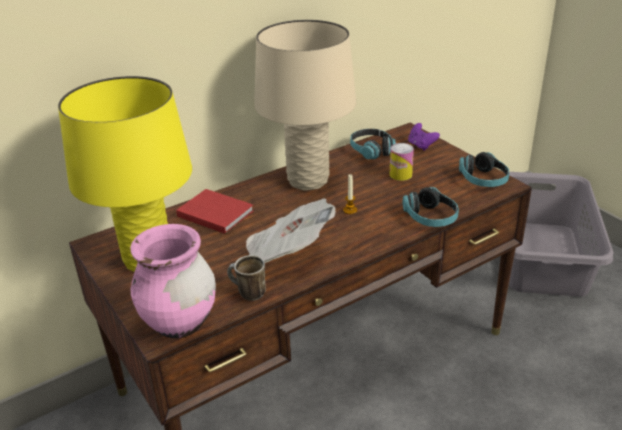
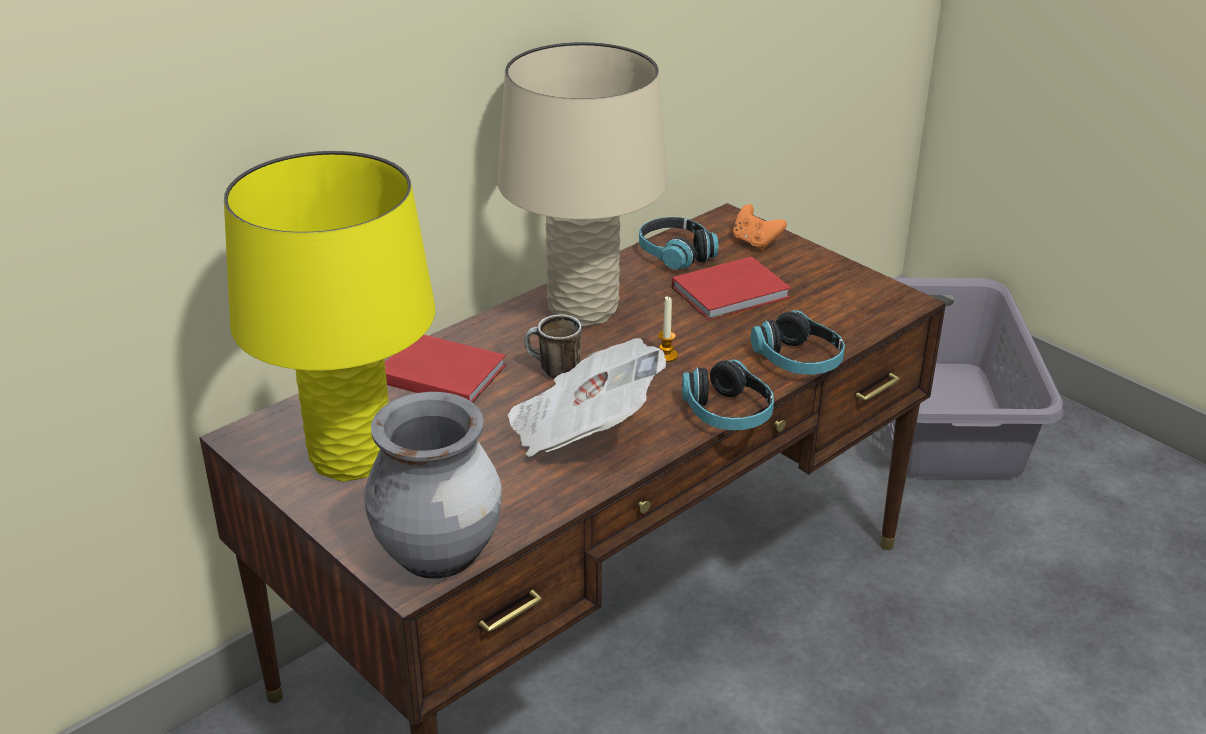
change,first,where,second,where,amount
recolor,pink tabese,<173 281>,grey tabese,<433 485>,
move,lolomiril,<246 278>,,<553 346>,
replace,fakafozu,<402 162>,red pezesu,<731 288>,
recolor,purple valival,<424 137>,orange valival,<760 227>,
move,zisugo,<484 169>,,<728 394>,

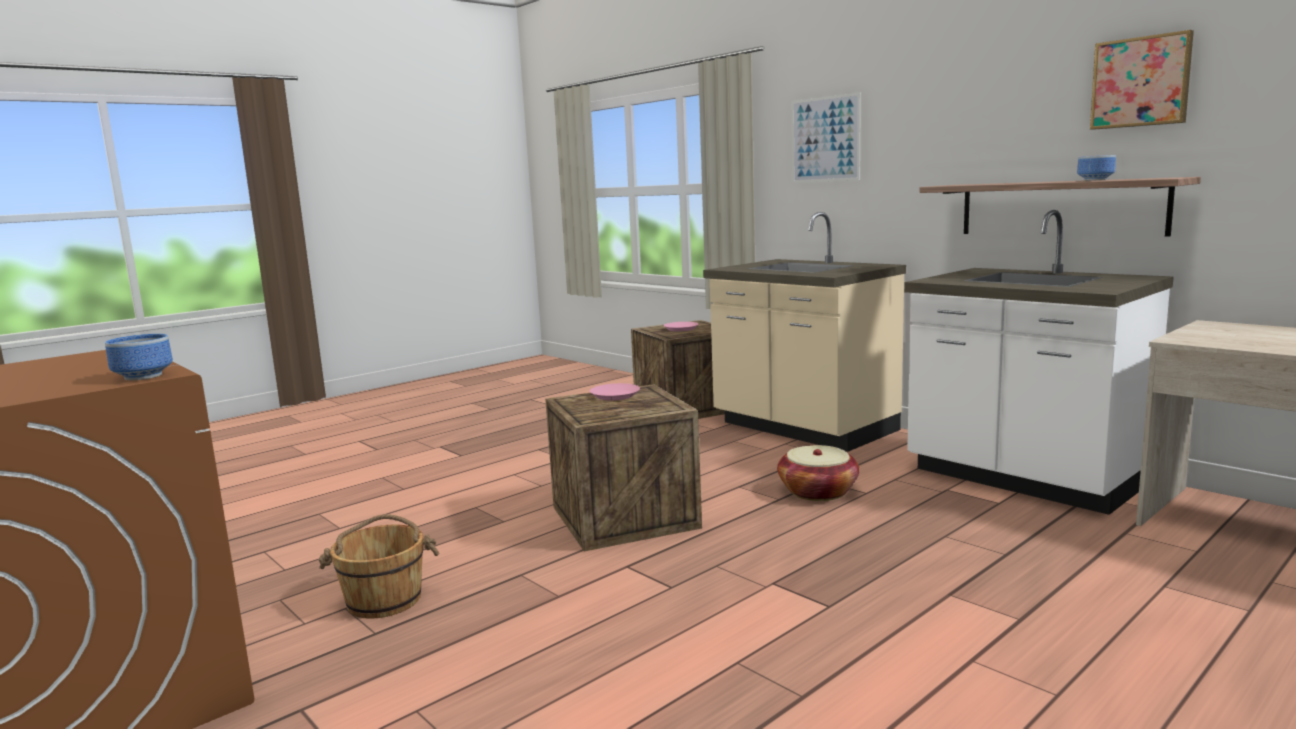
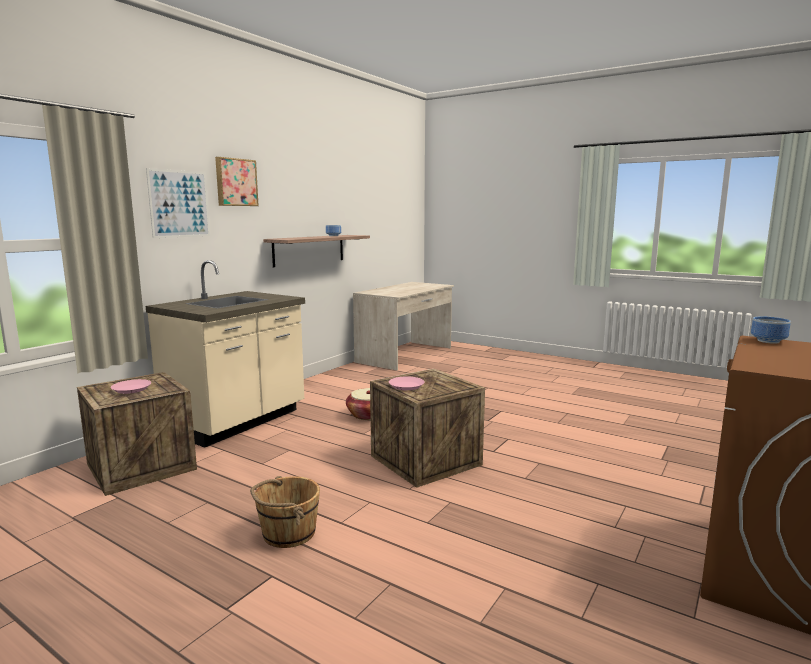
change,first,where,second,where,amount
move,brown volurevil,<379 566>,,<285 512>,
delete,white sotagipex,<1039 362>,,,
move,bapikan,<1142 80>,,<237 181>,

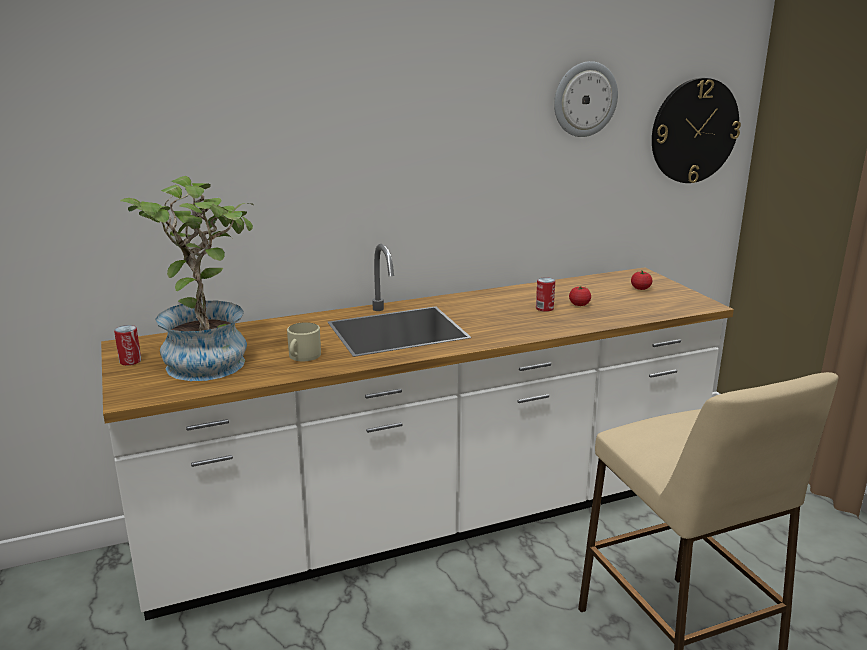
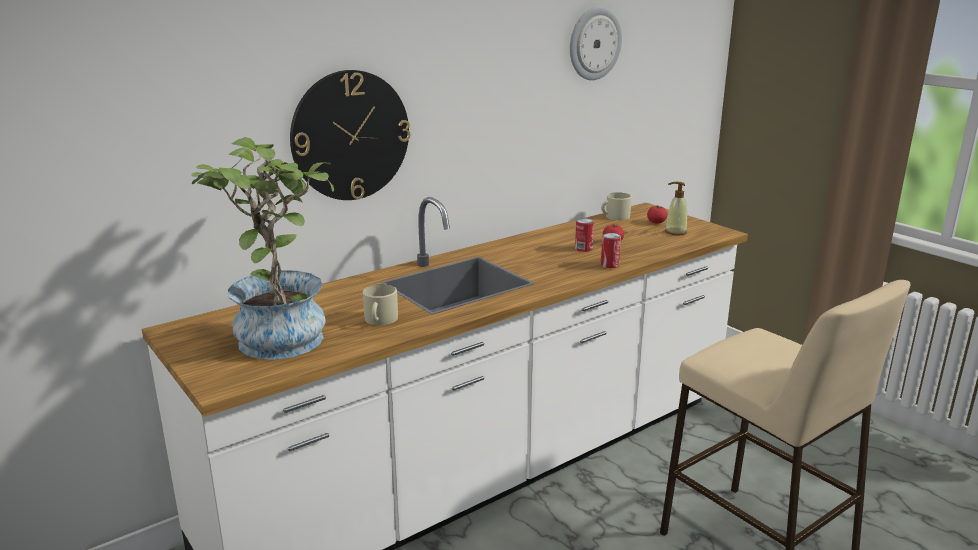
change,first,where,second,where,amount
move,fakafozu,<127 345>,,<611 250>,
move,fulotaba,<696 130>,,<350 135>,
insert,,,beige lolomiril,<616 206>,
insert,,,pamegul,<676 208>,

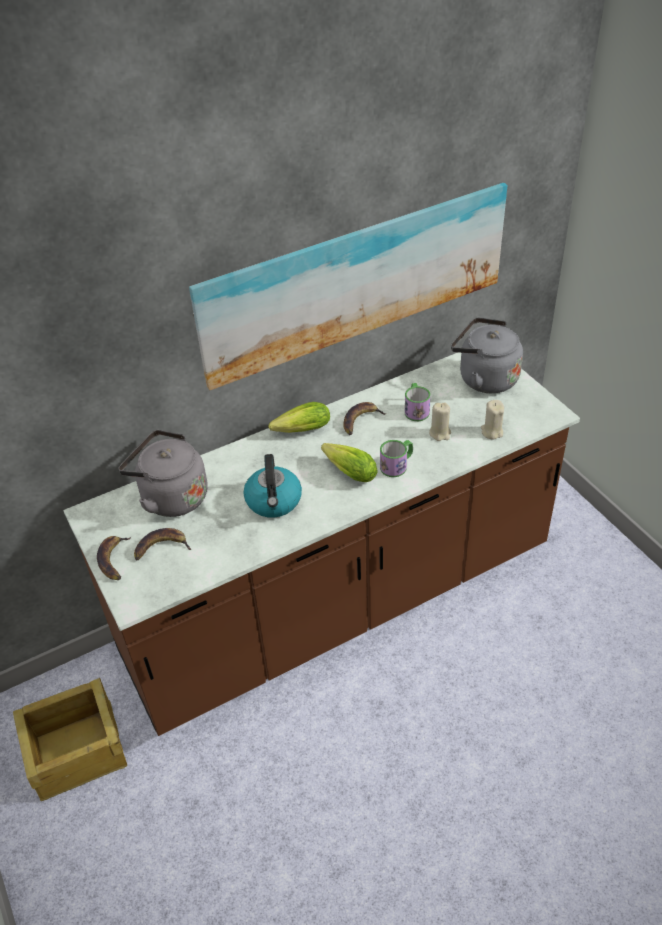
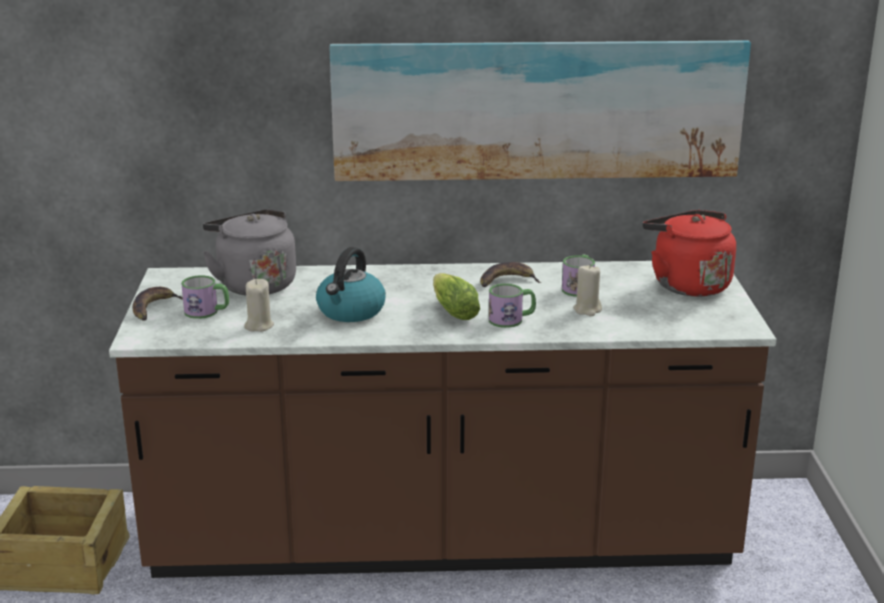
change,first,where,second,where,amount
replace,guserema,<163 544>,lolomiril,<205 297>,
delete,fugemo,<299 417>,,,
recolor,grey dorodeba,<487 355>,red dorodeba,<689 253>,
move,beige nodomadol,<492 419>,,<259 305>,

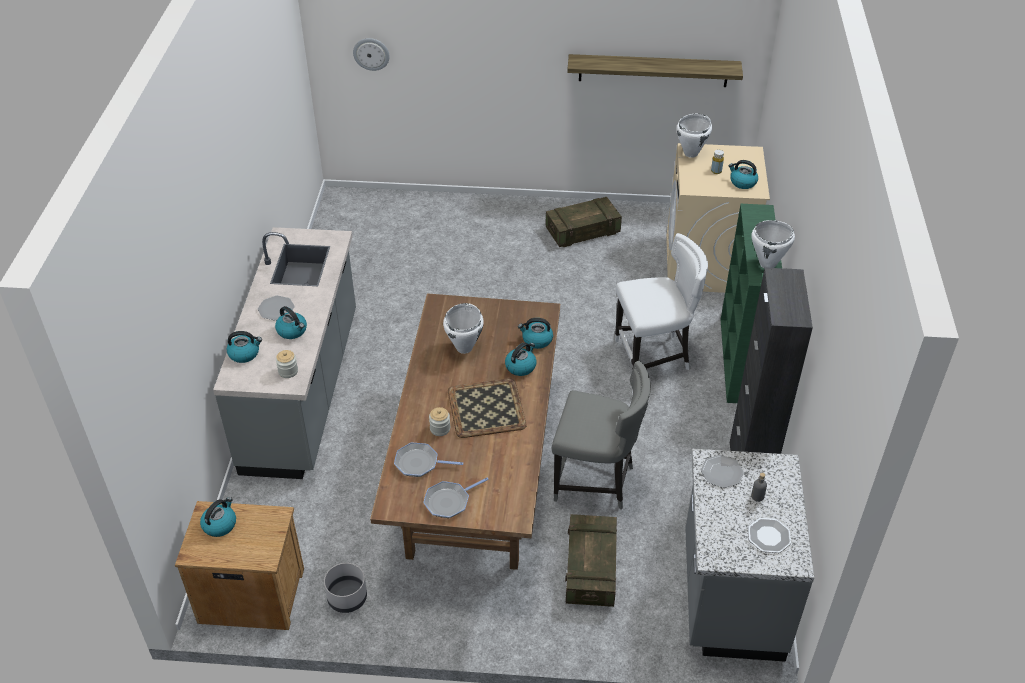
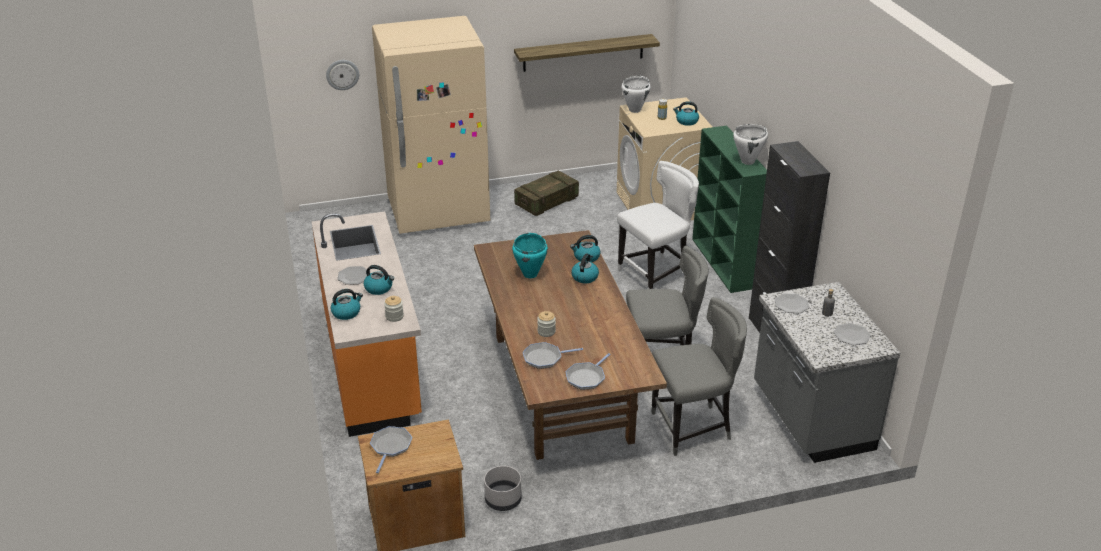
change,first,where,second,where,amount
replace,dorodeba,<218 517>,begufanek,<391 449>,
recolor,grey sotagipex,<284 353>,orange sotagipex,<367 324>,
recolor,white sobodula,<463 328>,turquoise sobodula,<530 255>,
delete,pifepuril,<487 408>,,,
replace,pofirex,<591 560>,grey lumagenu,<699 376>,
insert,,,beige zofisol,<431 125>,

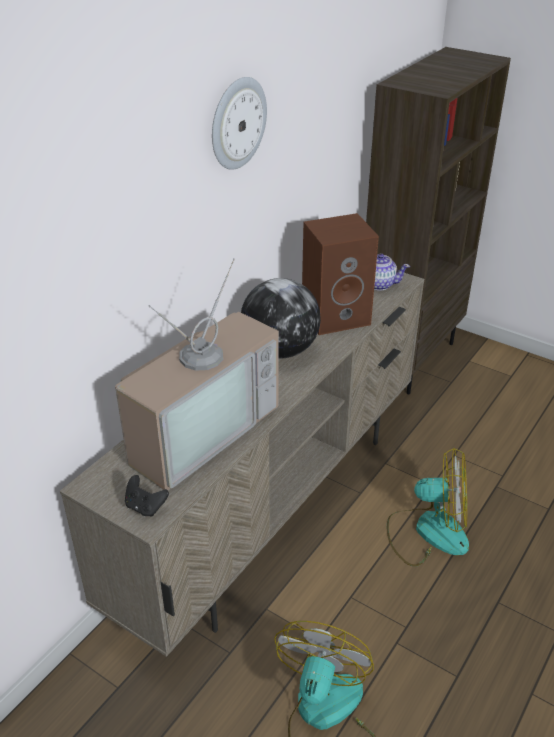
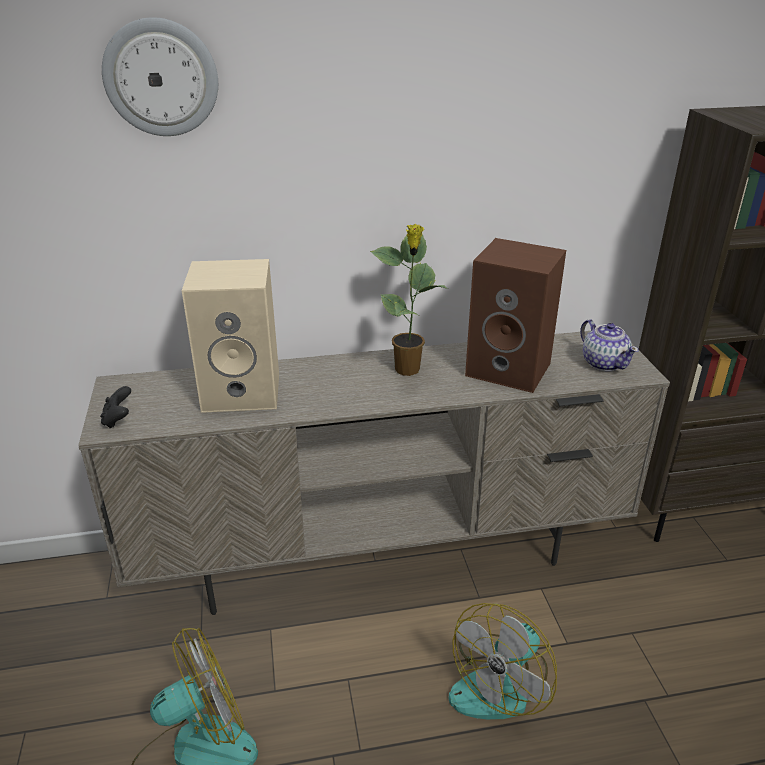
change,first,where,second,where,amount
replace,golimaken,<197 374>,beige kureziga,<230 336>,
move,fulotaba,<239 123>,,<160 76>,
replace,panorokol,<281 318>,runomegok,<409 300>,
rotate,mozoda,<428 507>,,<503 661>,75 degrees clockwise

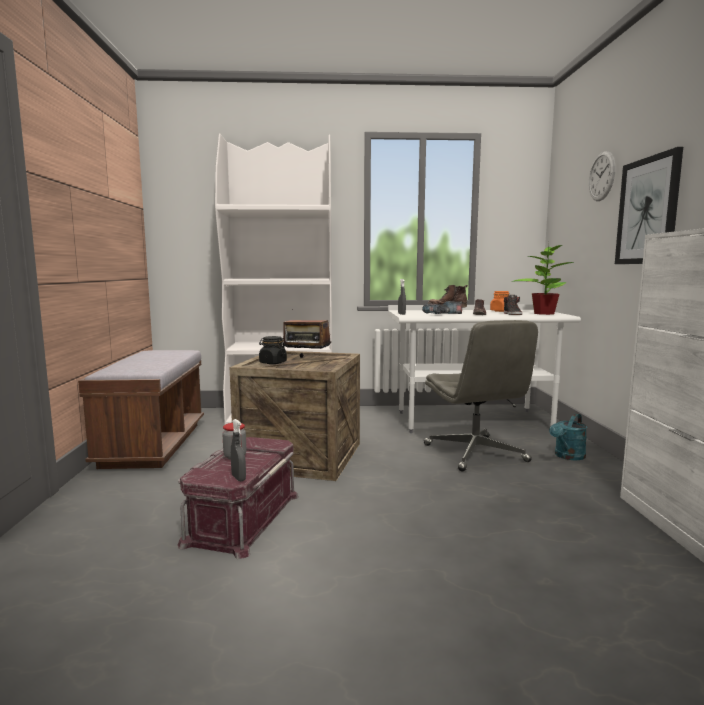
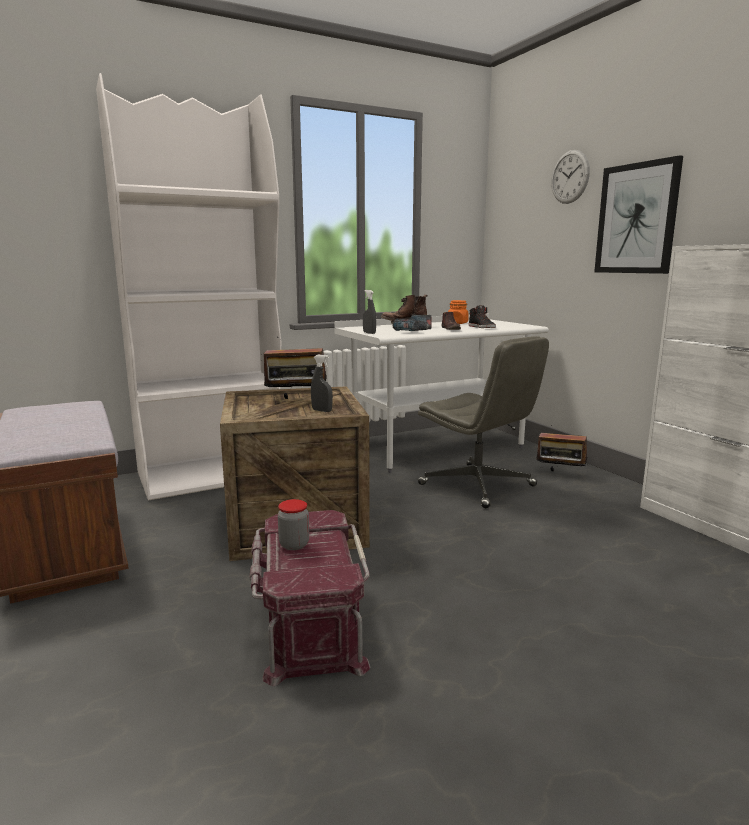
change,first,where,second,where,amount
move,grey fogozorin,<238 450>,,<322 383>,
delete,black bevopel,<273 350>,,,
delete,runomegok,<544 280>,,,
replace,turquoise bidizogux,<568 436>,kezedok,<562 448>,

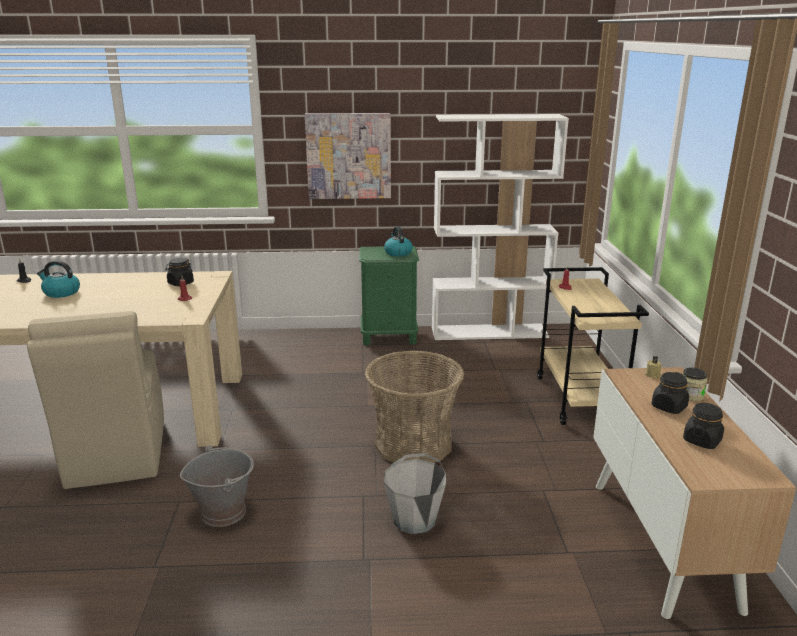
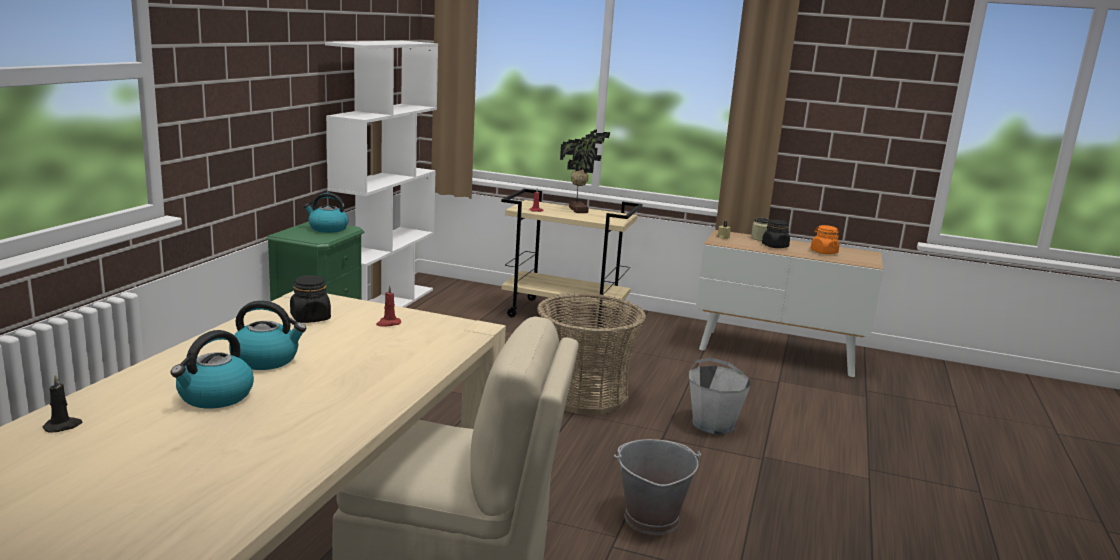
change,first,where,second,where,amount
delete,bapikan,<348 156>,,,
recolor,black bevopel,<703 426>,orange bevopel,<825 239>,
insert,,,dorodeba,<267 335>,
insert,,,runomegok,<585 171>,

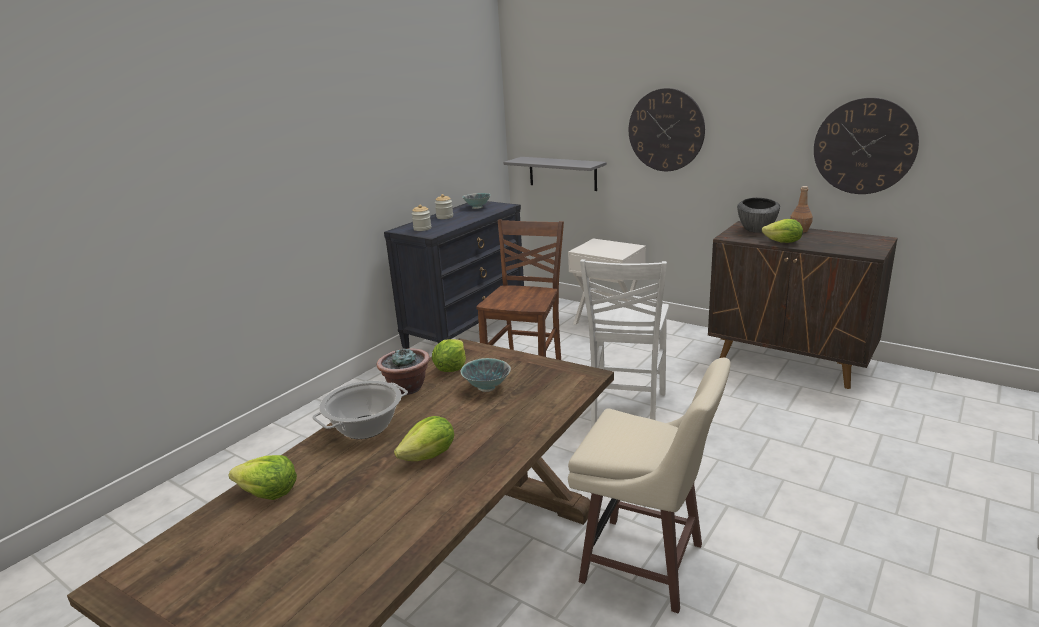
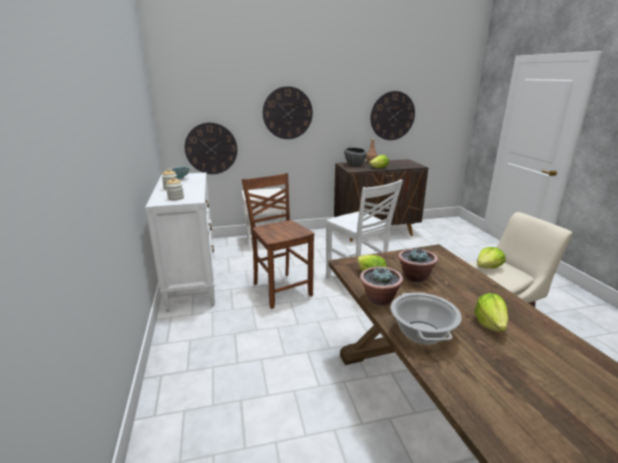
change,first,where,second,where,amount
move,fugemo,<263 477>,,<491 257>,
recolor,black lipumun,<454 275>,white lipumun,<180 242>,
replace,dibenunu,<485 375>,runomegok,<418 265>,
replace,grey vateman,<555 174>,fulotaba,<210 148>,

